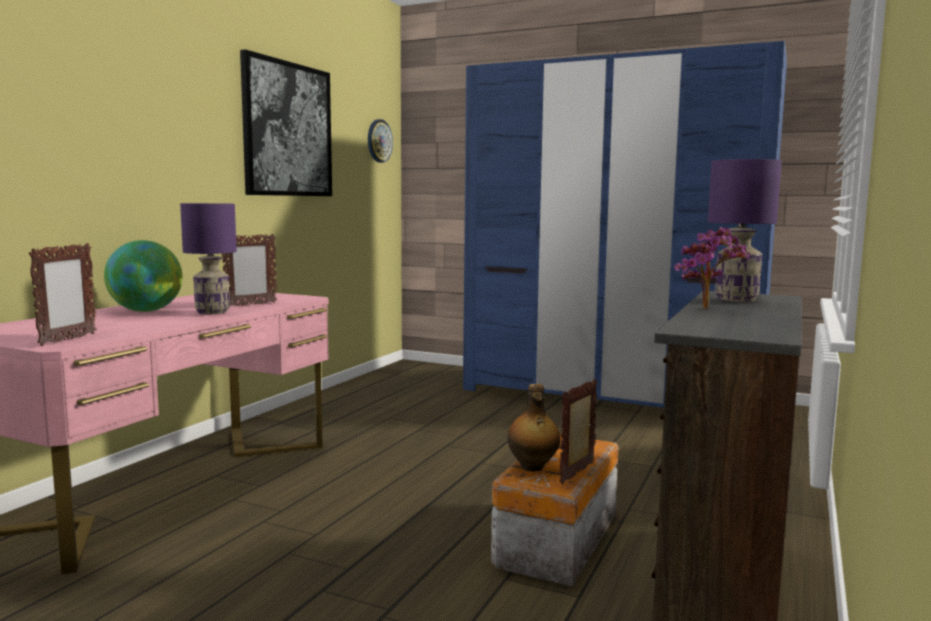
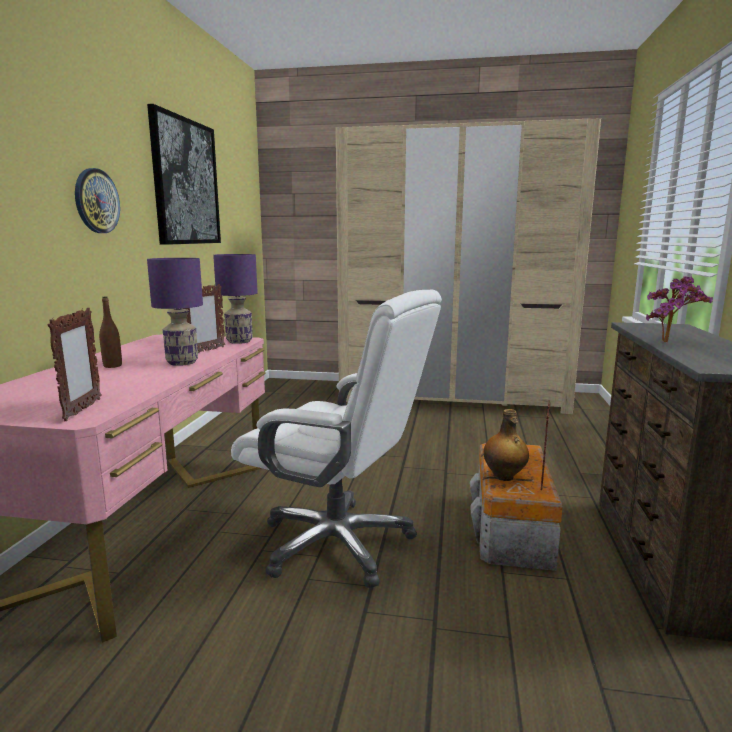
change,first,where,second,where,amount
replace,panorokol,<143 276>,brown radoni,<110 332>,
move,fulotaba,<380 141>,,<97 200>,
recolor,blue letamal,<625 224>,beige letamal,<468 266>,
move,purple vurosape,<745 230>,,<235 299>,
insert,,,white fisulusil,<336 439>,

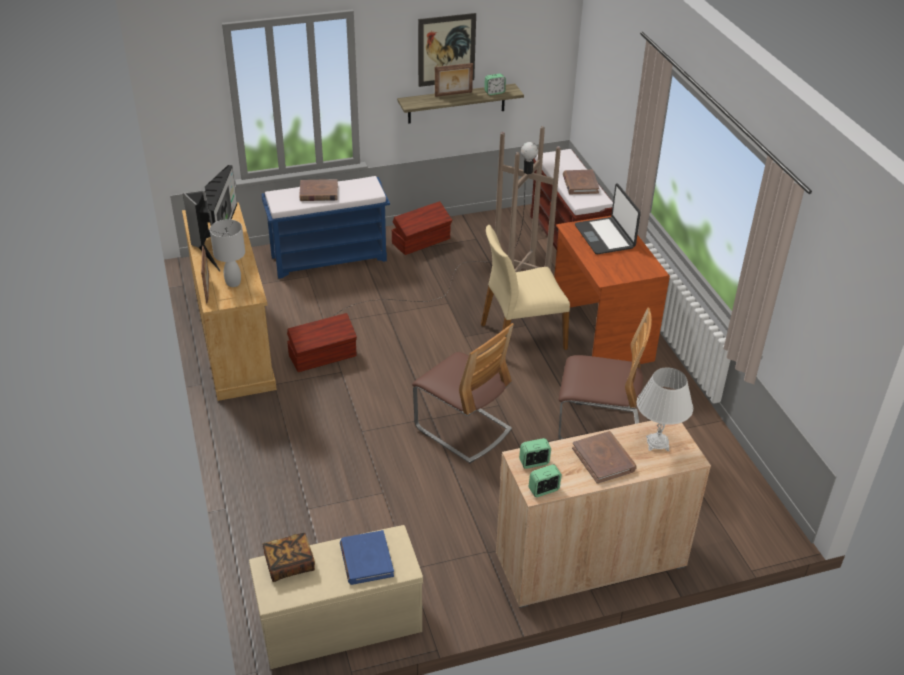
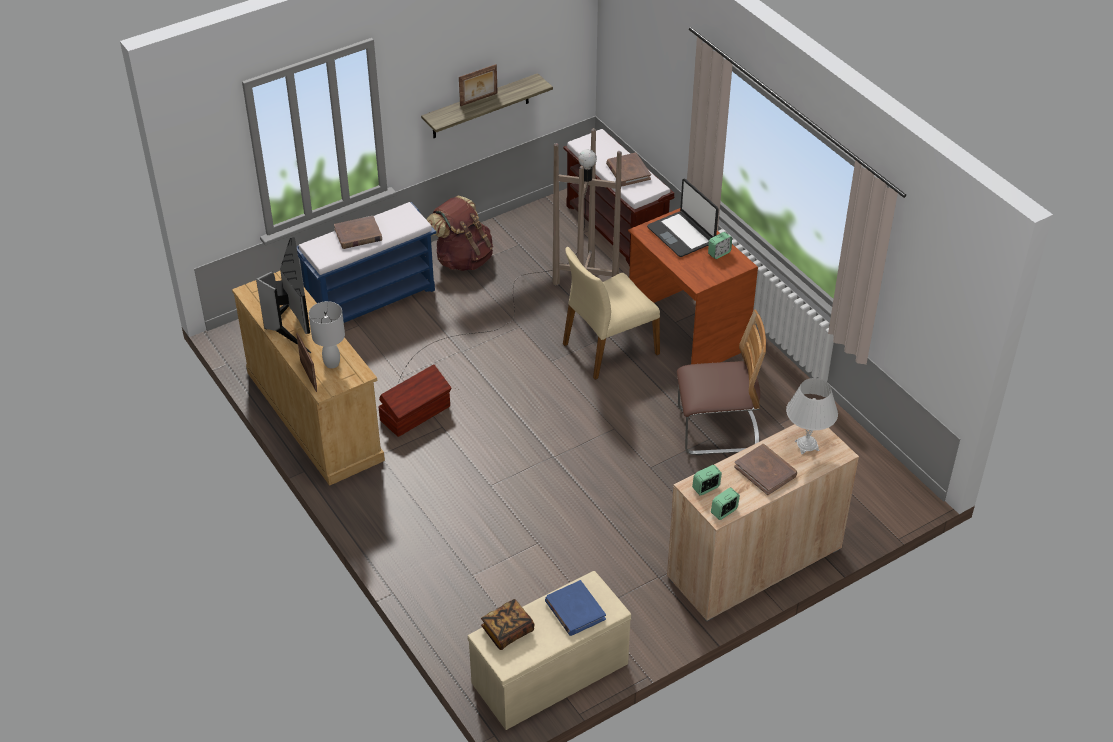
change,first,where,second,where,amount
replace,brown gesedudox,<422 228>,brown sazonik,<460 233>,
delete,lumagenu,<463 393>,,,
delete,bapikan,<447 50>,,,
move,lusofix,<495 84>,,<720 245>,

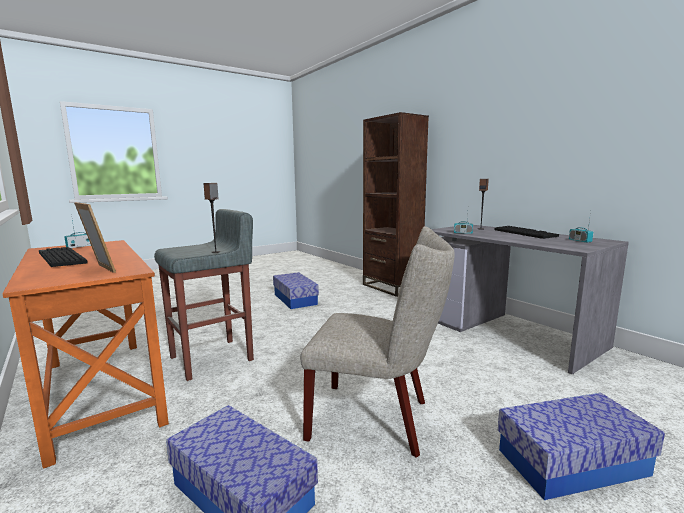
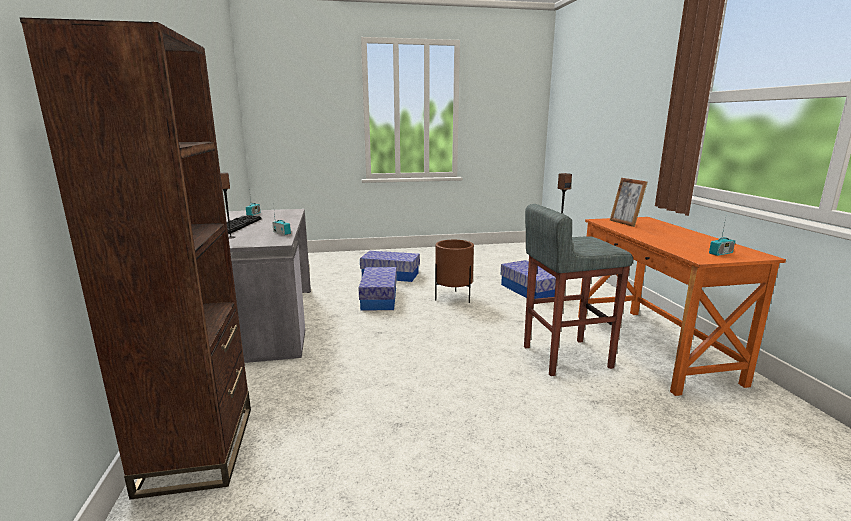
change,first,where,second,where,amount
delete,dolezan,<63 257>,,,
move,gesedudox,<296 290>,,<377 289>,
replace,beige lumagenu,<377 342>,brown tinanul,<454 271>,

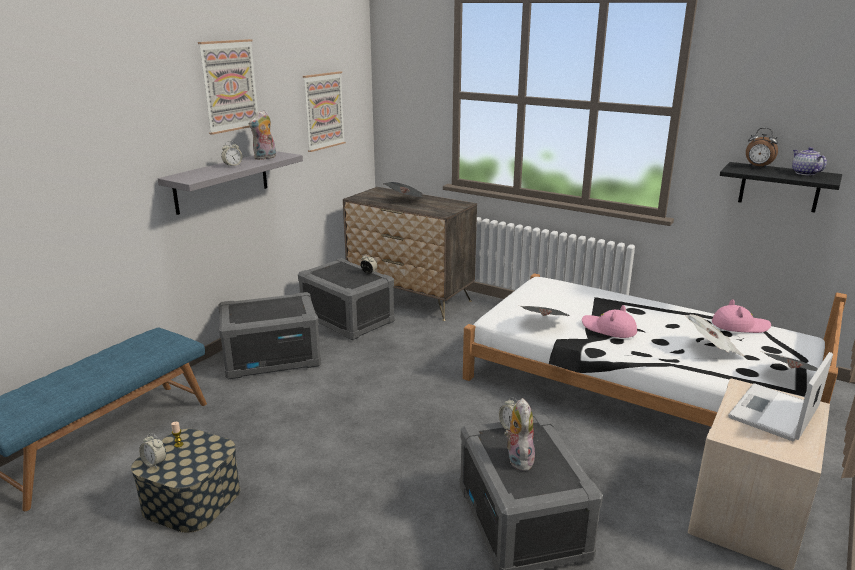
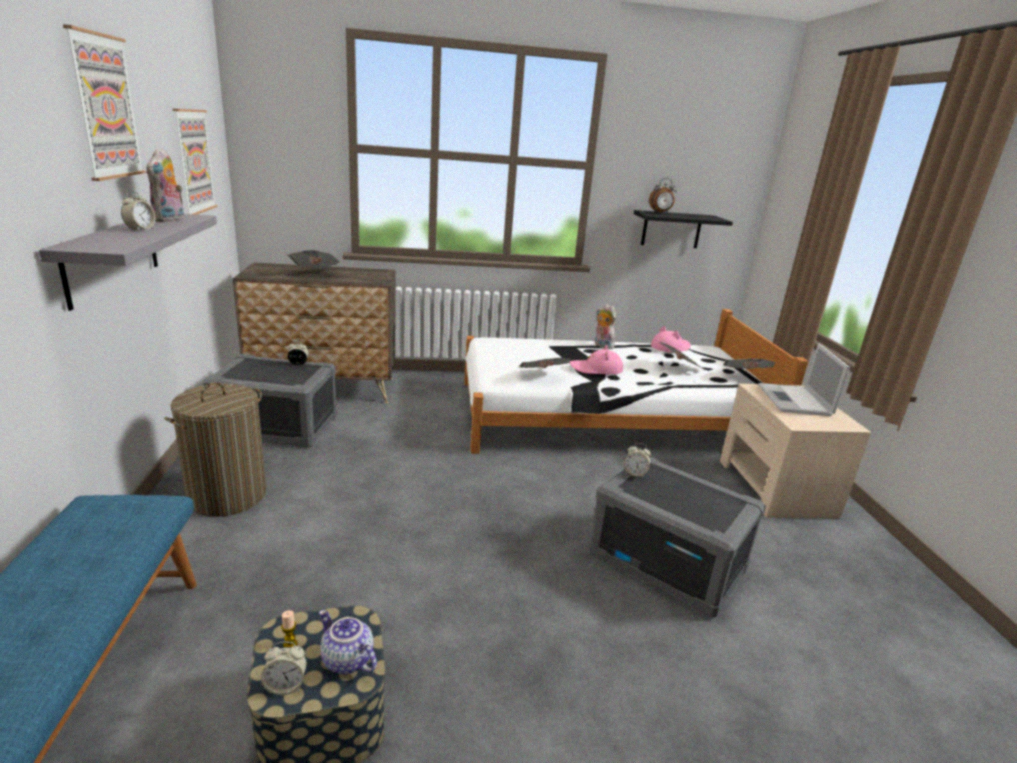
change,first,where,second,where,amount
replace,grey gesedudox,<270 335>,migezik,<215 449>,
move,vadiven,<519 434>,,<605 326>,
move,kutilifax,<809 161>,,<348 642>,

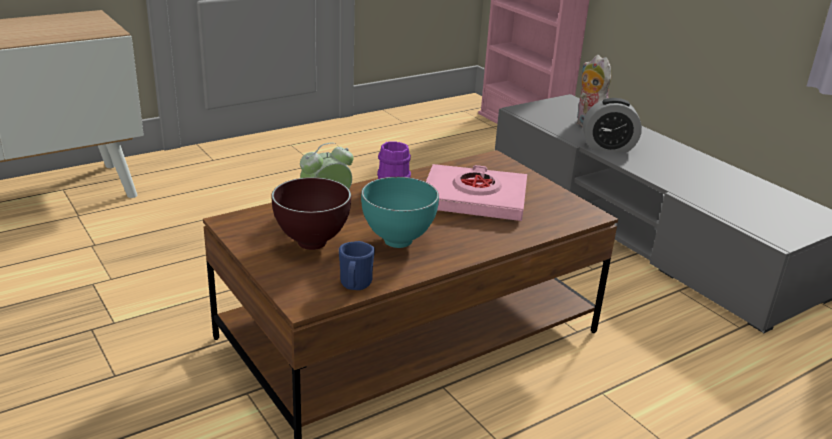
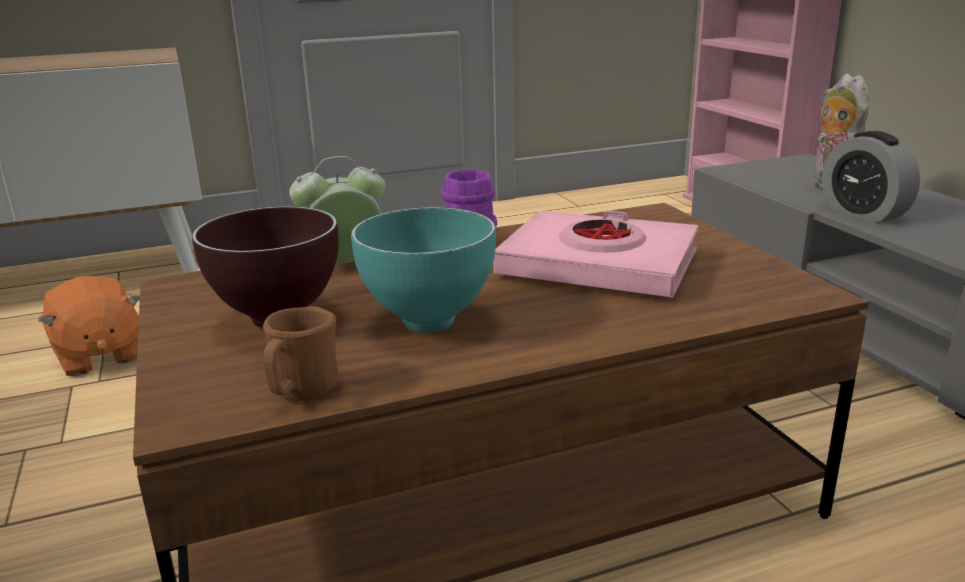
change,first,where,second,where,amount
recolor,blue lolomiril,<357 265>,brown lolomiril,<301 354>,
rotate,lusofix,<612 125>,,<871 177>,45 degrees clockwise
insert,,,orange vadiven,<89 326>,

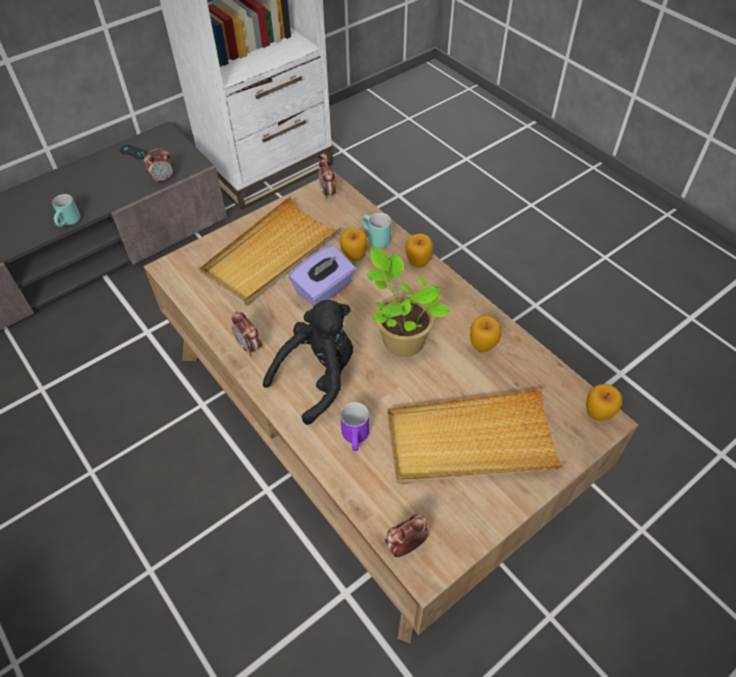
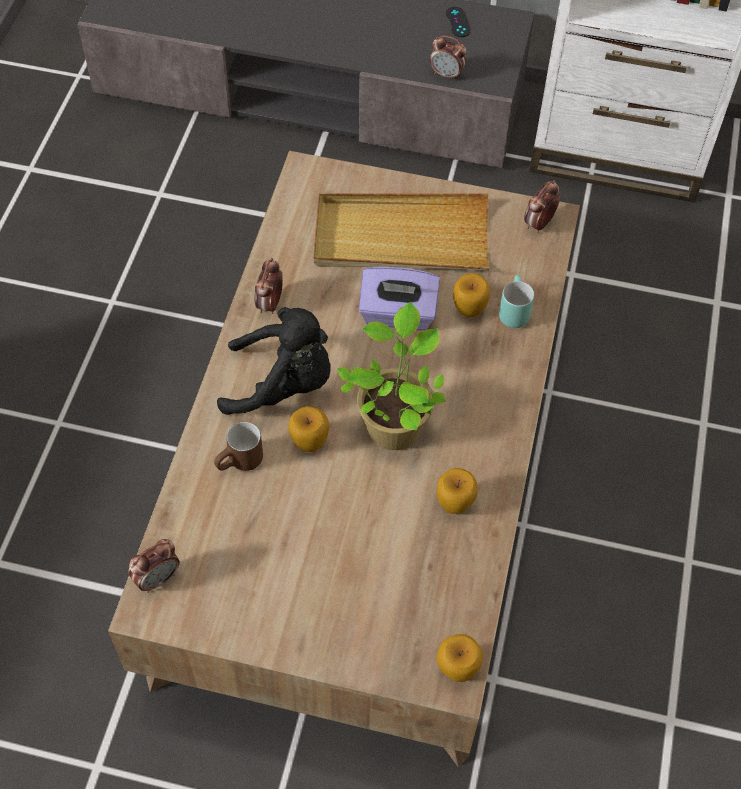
change,first,where,second,where,amount
delete,turquoise lolomiril,<66 210>,,,
recolor,purple lolomiril,<354 426>,brown lolomiril,<238 446>,
rotate,lusofix,<407 535>,,<154 566>,120 degrees clockwise
delete,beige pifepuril,<476 436>,,,
move,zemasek,<419 250>,,<308 429>,

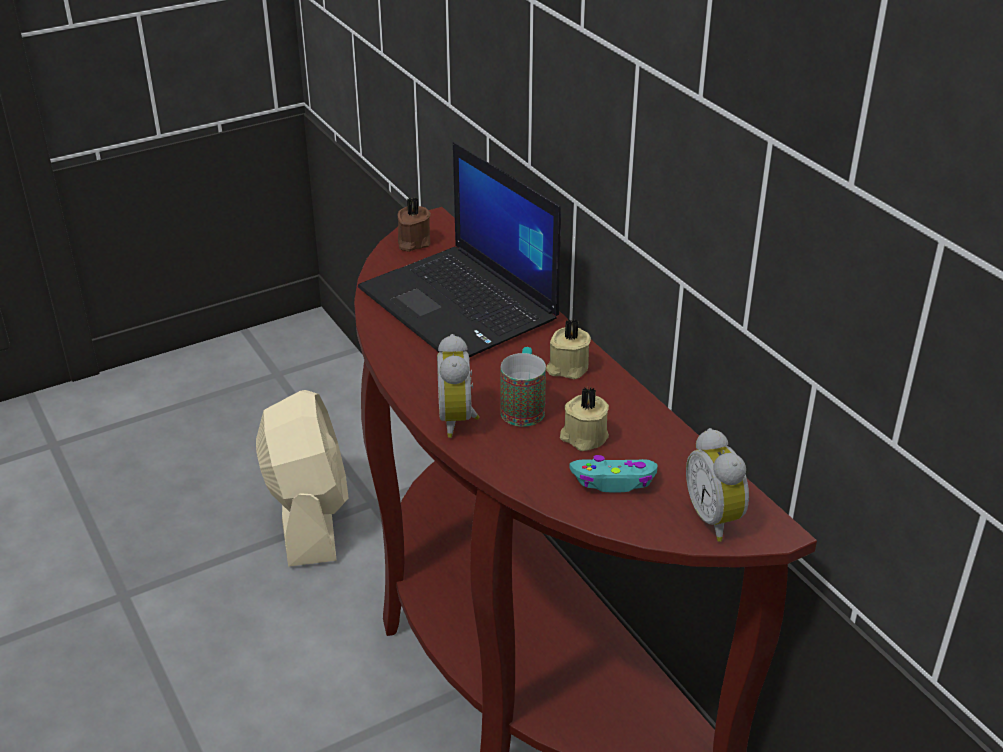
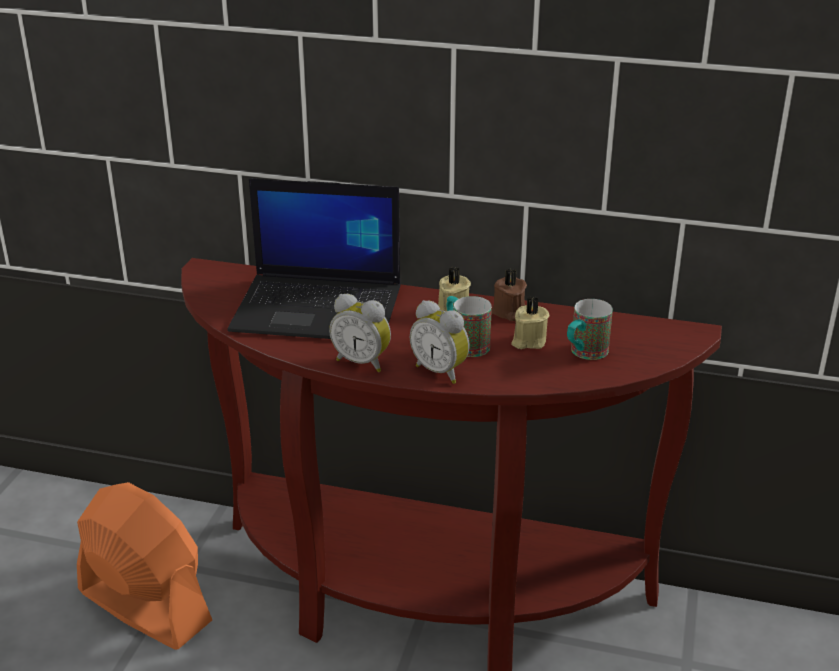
change,first,where,second,where,amount
recolor,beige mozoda,<302 478>,orange mozoda,<144 566>,
move,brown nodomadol,<414 225>,,<509 295>,
replace,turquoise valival,<613 474>,lolomiril,<590 329>,
move,lusofix,<717 485>,,<360 333>,

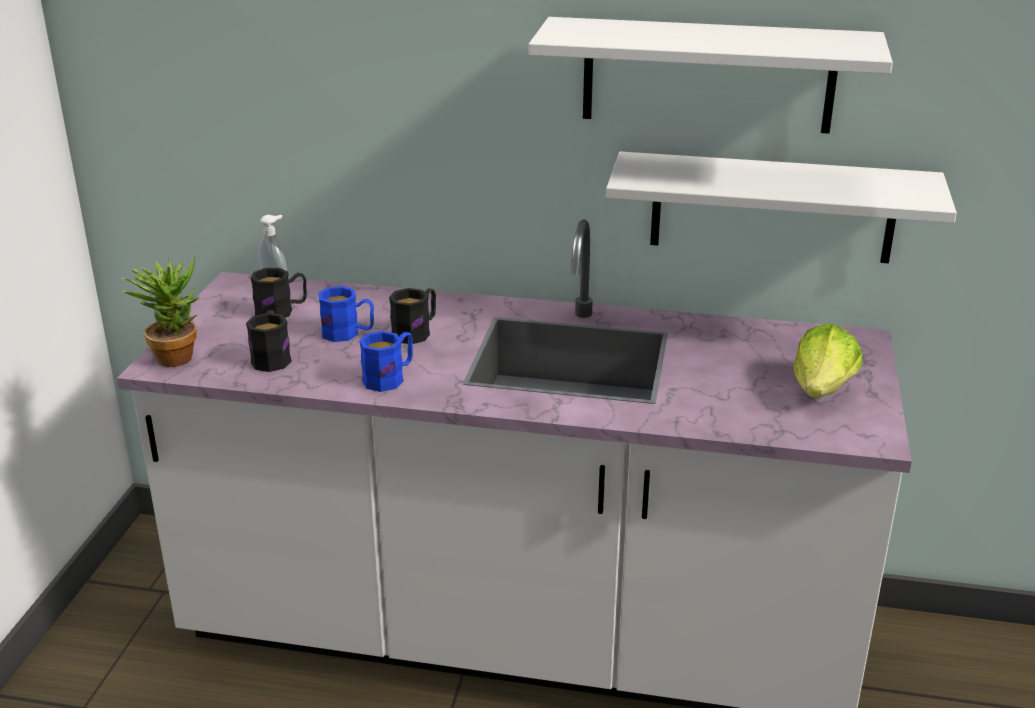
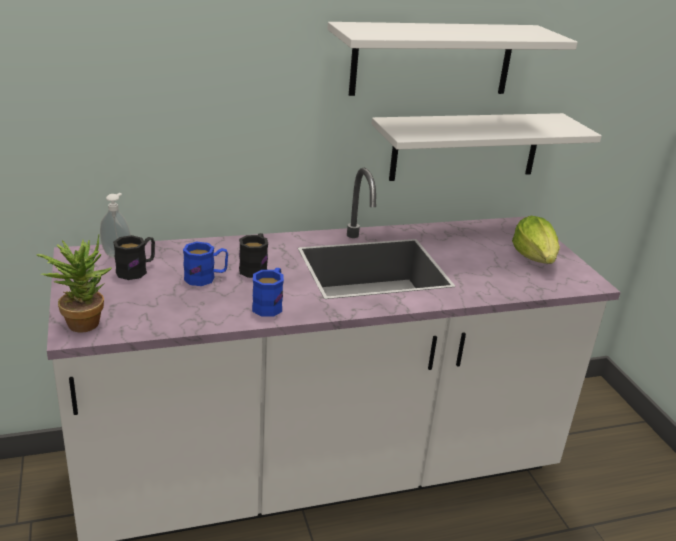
change,first,where,second,where,amount
delete,black lolomiril,<268 341>,,,

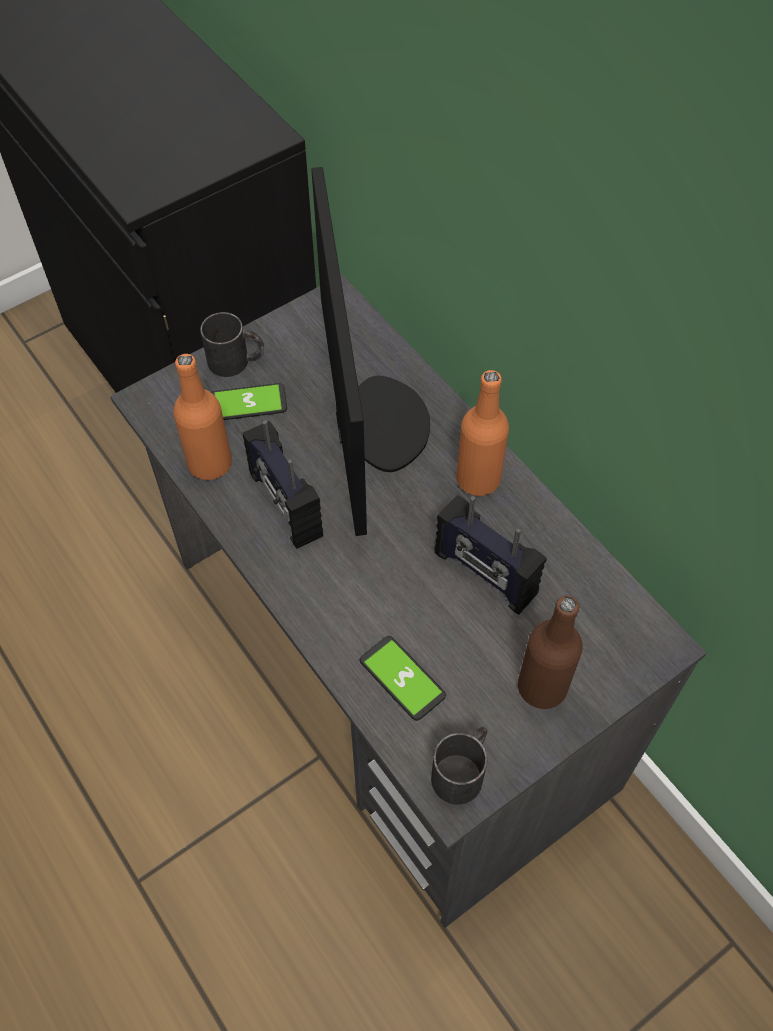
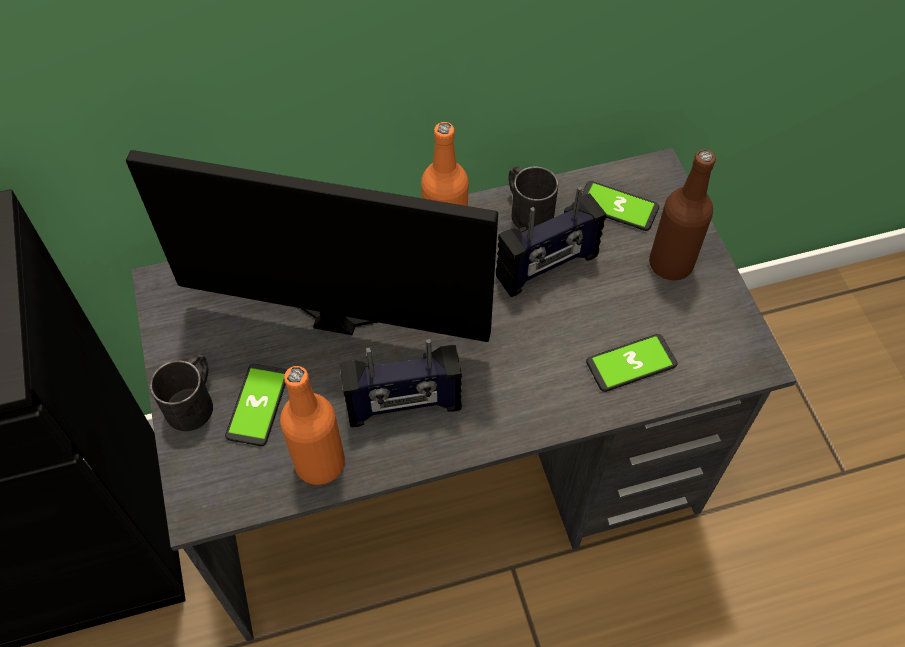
change,first,where,second,where,amount
move,black lolomiril,<459 766>,,<533 197>,
insert,,,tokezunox,<620 206>,

